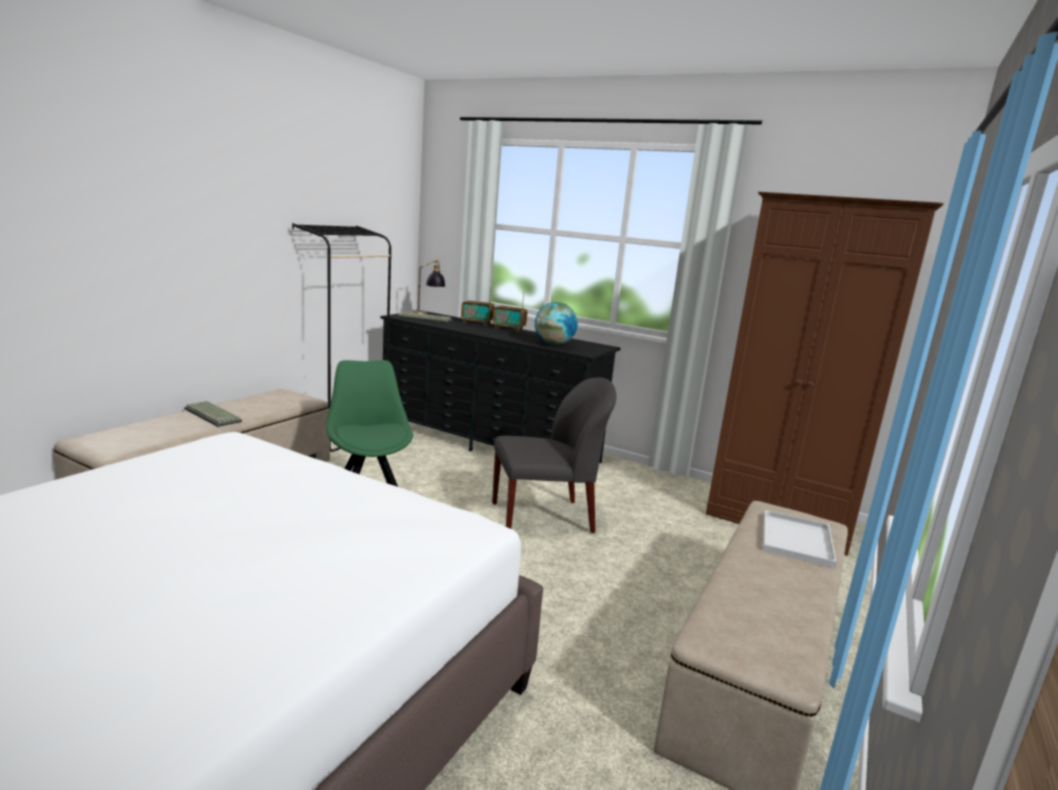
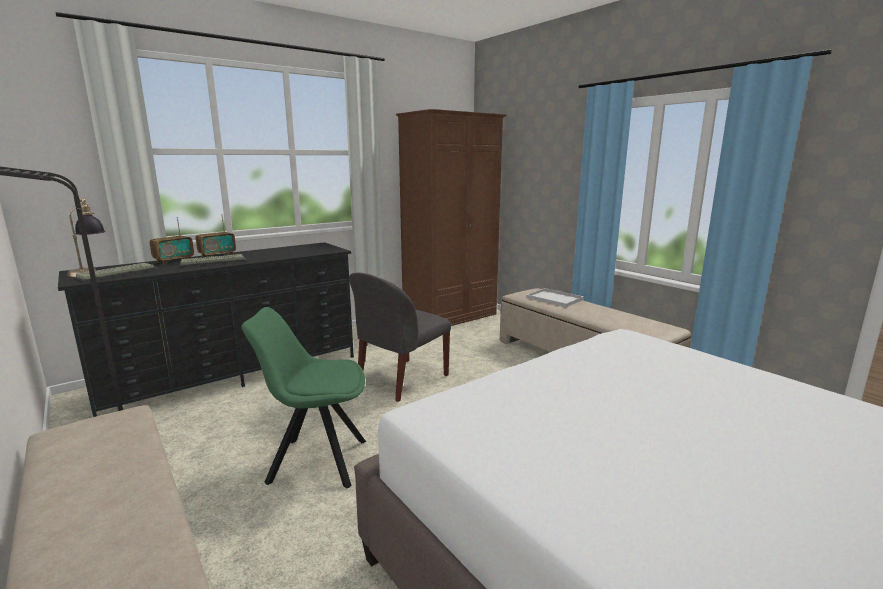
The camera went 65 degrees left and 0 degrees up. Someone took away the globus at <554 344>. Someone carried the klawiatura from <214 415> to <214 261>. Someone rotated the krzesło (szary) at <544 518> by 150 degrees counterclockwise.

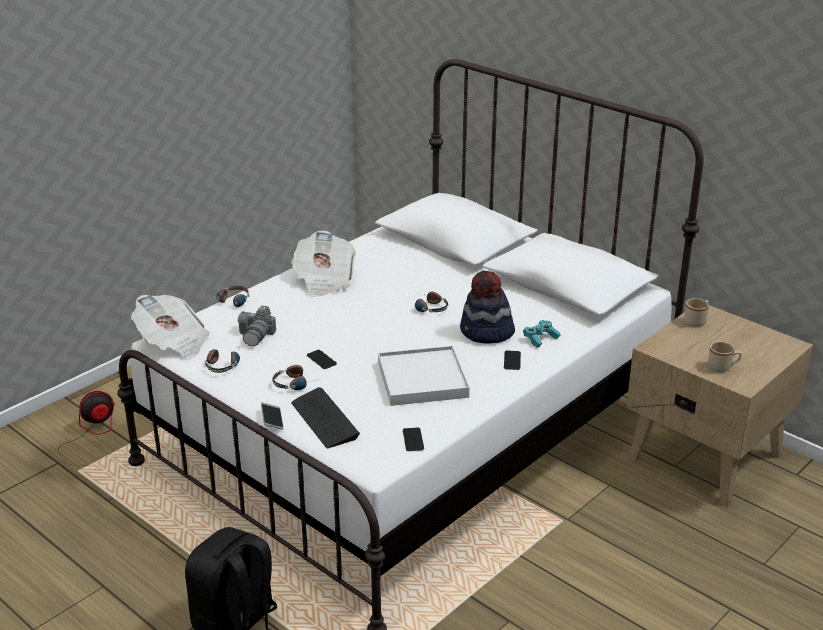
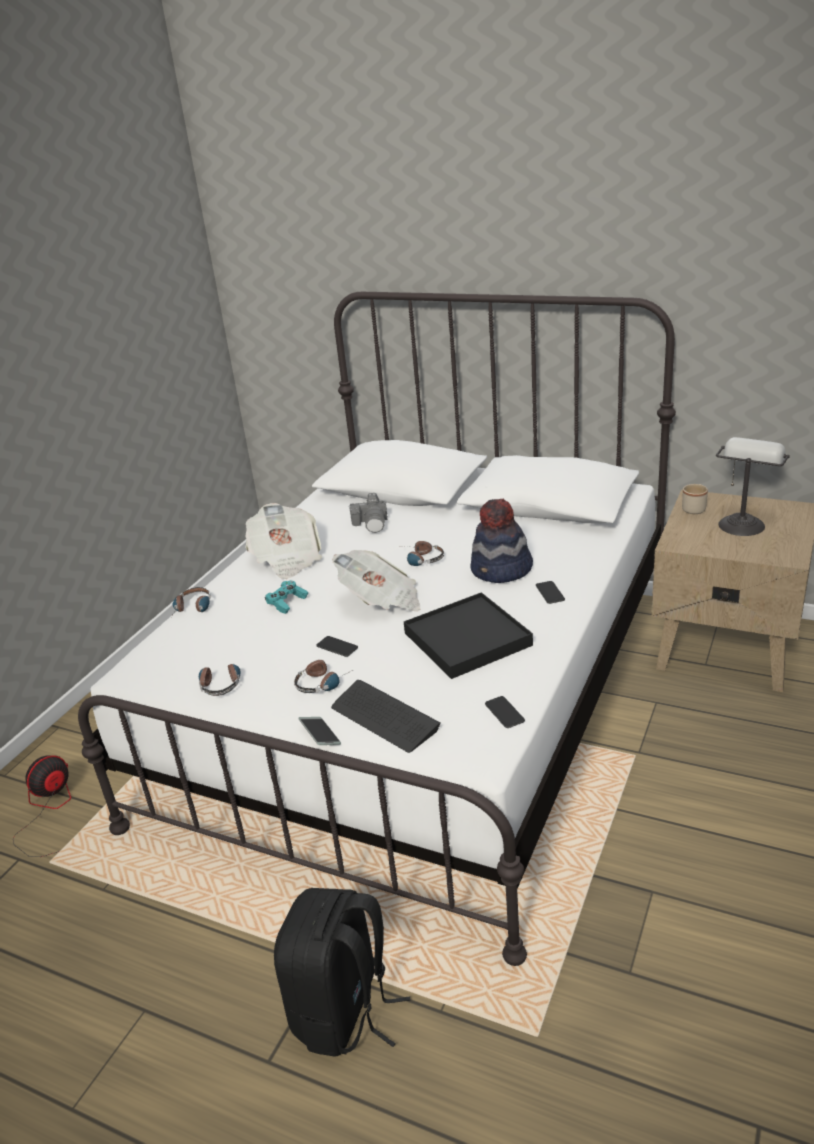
The camera went 15 degrees left and 0 degrees up. Someone took away the kubek (beżowy) at <723 367>. Someone put down the lampa stołowa at <743 521>. Someone carried the gazeta from <173 342> to <381 601>. Someone carried the aparat fotograficzny from <257 335> to <372 523>. Someone carried the pad do gier (turkusowy) from <540 339> to <287 603>. Someone repainted the taca (biały) at <422 380>, which became the taca (czarny) at <468 639>.

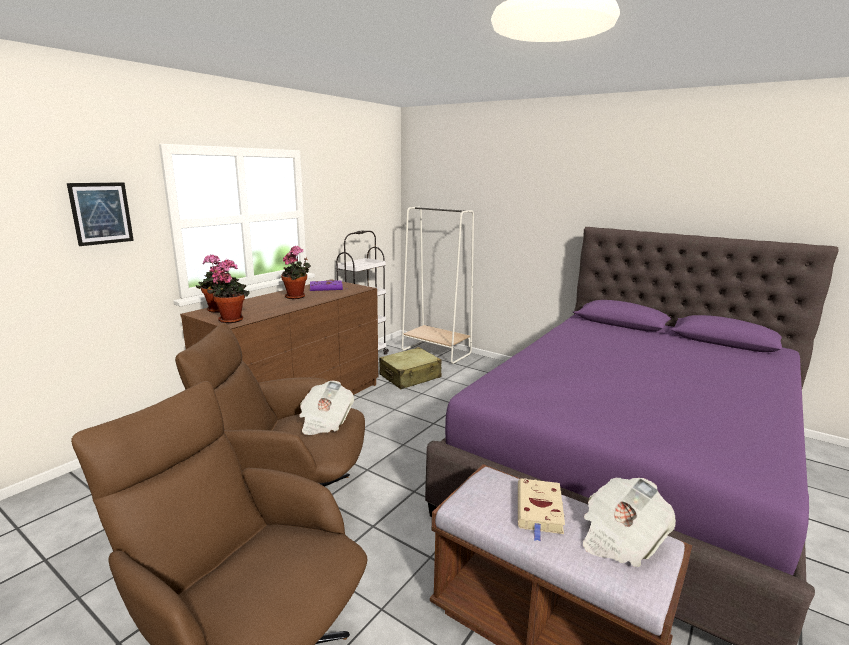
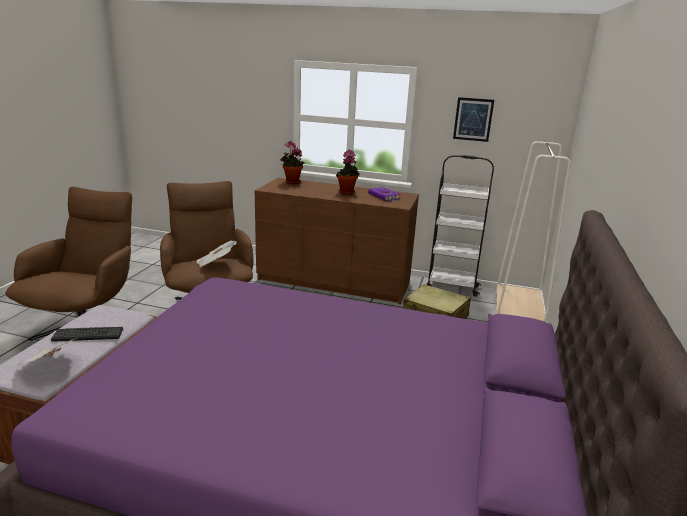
The camera went 70 degrees right and 5 degrees up. Someone took away the roślina doniczkowa at <232 319>. Someone carried the obraz from <101 213> to <473 119>. Someone swapped the książka (beżowy) at <540 511> for the klawiatura at <88 334>.

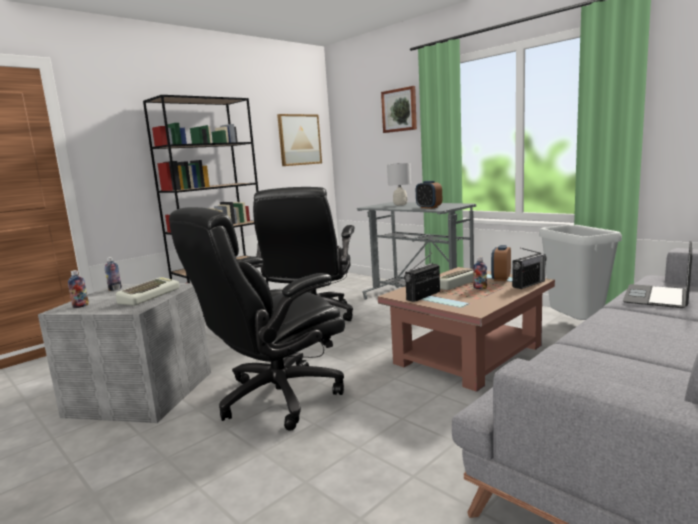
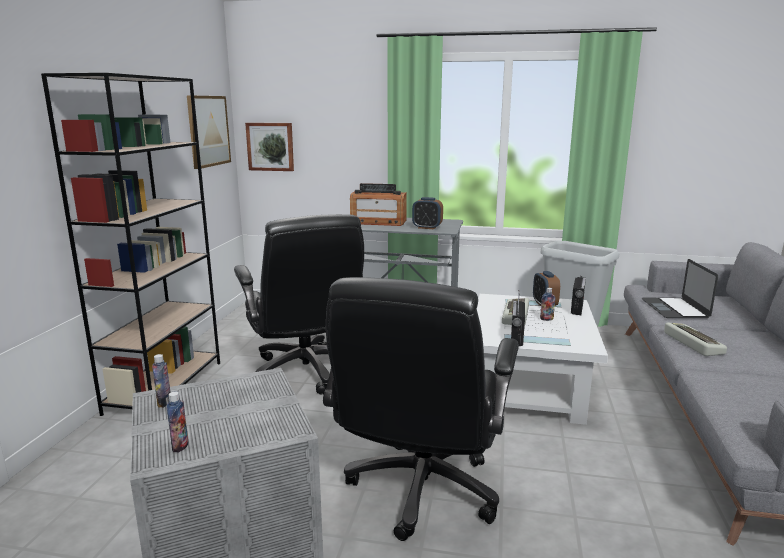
The camera went 35 degrees left and 5 degrees up. Someone carried the klawiatura from <149 296> to <691 343>. Someone carried the obraz from <399 110> to <270 146>. Someone swapped the lampa stołowa (szary) at <401 205> for the radio at <378 222>. Someone repainted the ława (brązowy) at <468 354>, which became the ława (biały) at <529 386>.

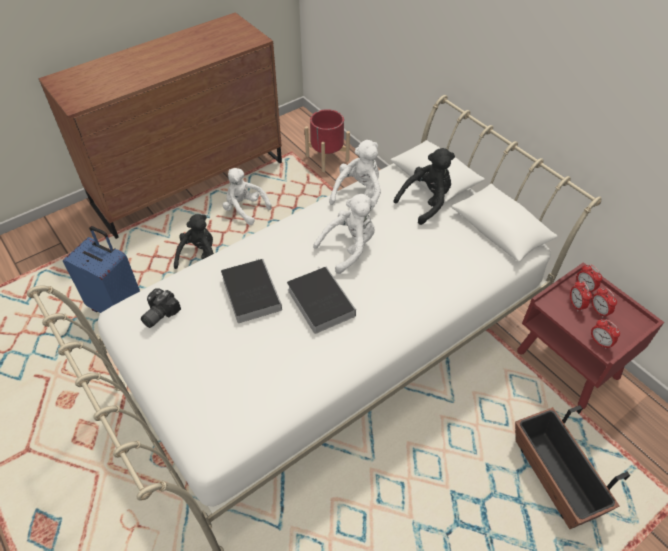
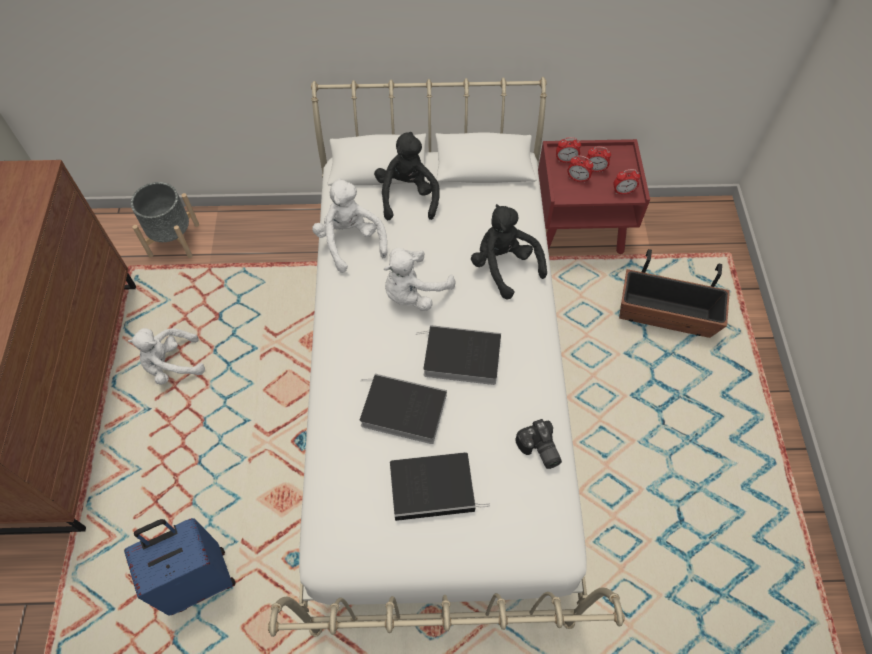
The camera went 55 degrees left and 10 degrees up. Someone put down the książka at <434 487>. Someone carried the aparat fotograficzny from <158 314> to <538 450>. Someone carried the pluszak (czarny) from <199 257> to <504 266>. Someone repainted the donica (czerwony) at <327 158>, which became the donica (szary) at <173 240>. Someone rotated the pluszak (biały) at <349 248> by 135 degrees counterclockwise.

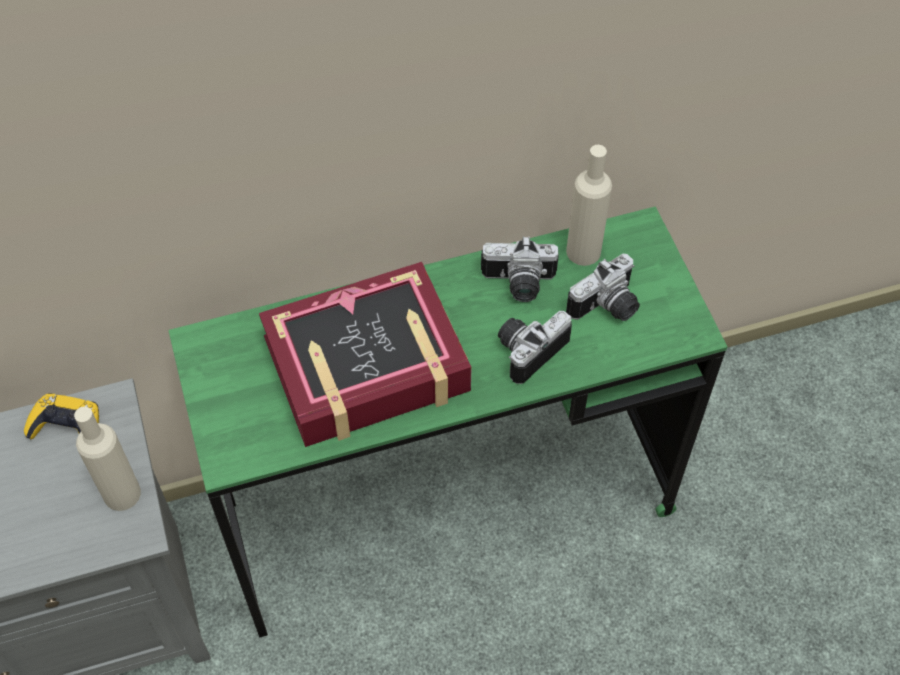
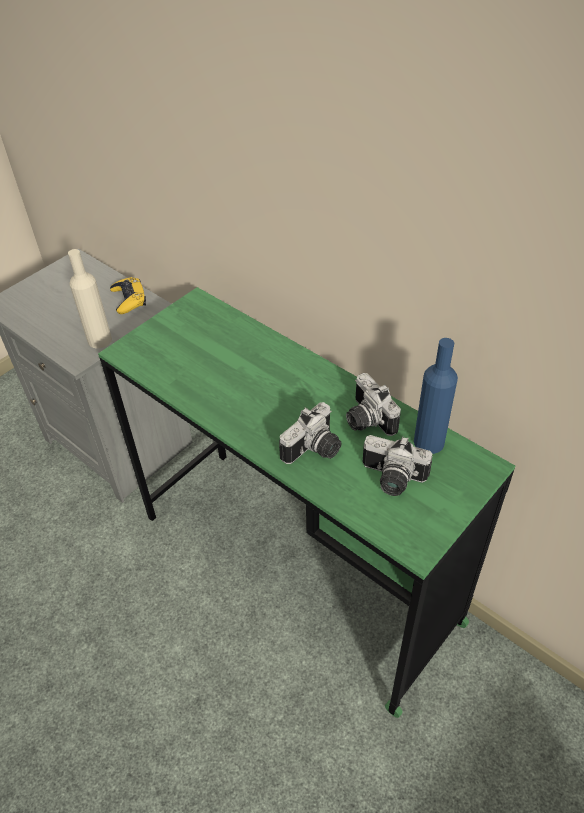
The camera went 60 degrees right and 10 degrees down. Someone took away the książka at <367 366>. Someone repainted the butelka (beżowy) at <583 251>, which became the butelka (niebieski) at <429 442>. Someone rotated the aparat fotograficzny at <527 349> by 120 degrees clockwise.

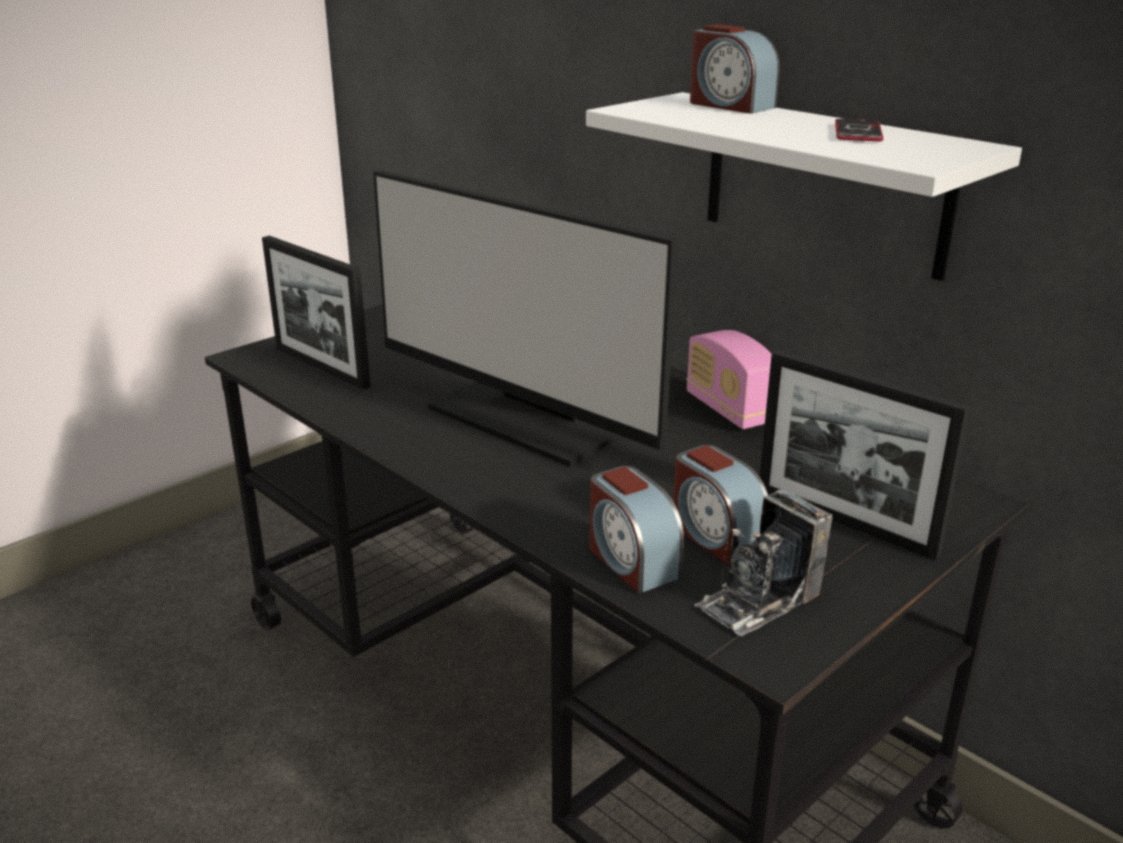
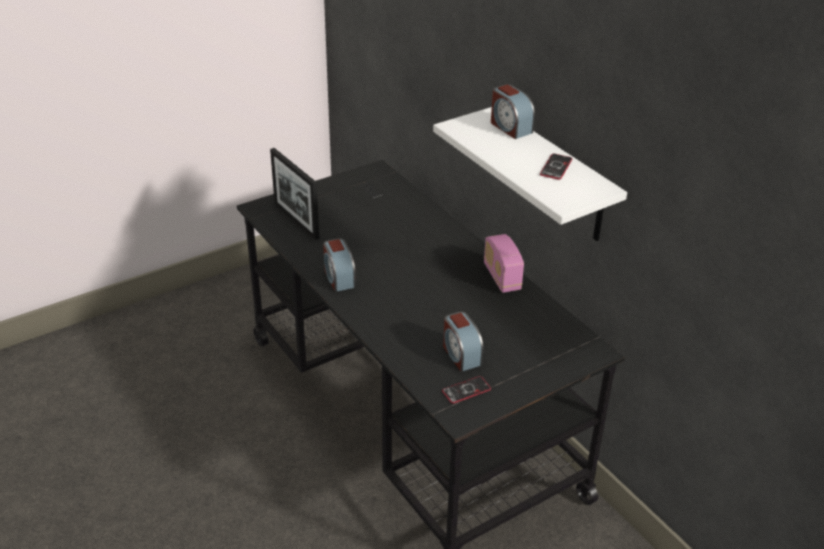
The camera went 10 degrees right and 10 degrees up. Someone took away the monitor at <530 418>. Someone took away the ramka na zdjęcie at <844 521>. Someone carried the budzik from <631 561> to <339 278>. Someone swapped the aparat fotograficzny at <759 599> for the telefon at <466 390>.

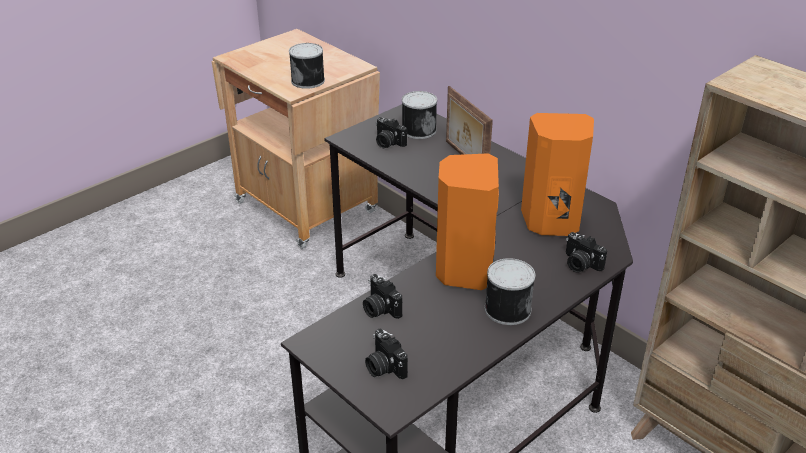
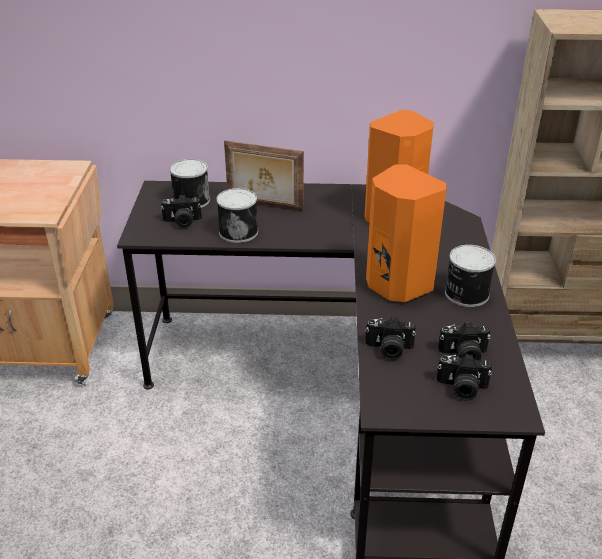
The camera went 45 degrees left and 0 degrees up. Someone carried the puszka from <309 80> to <239 231>. Someone carried the aparat fotograficzny from <580 264> to <463 355>.

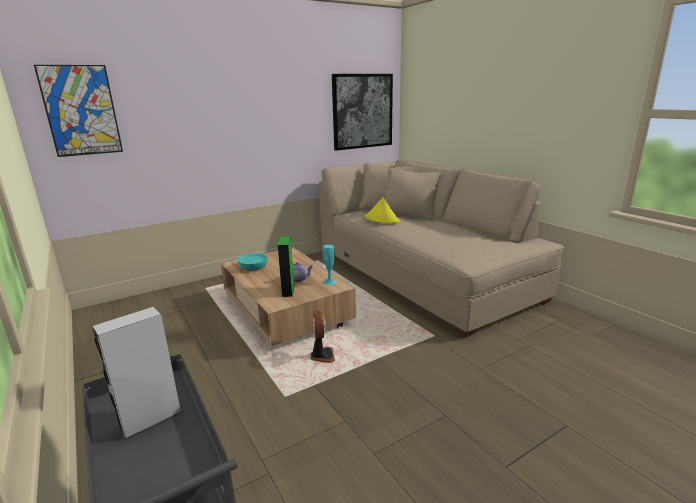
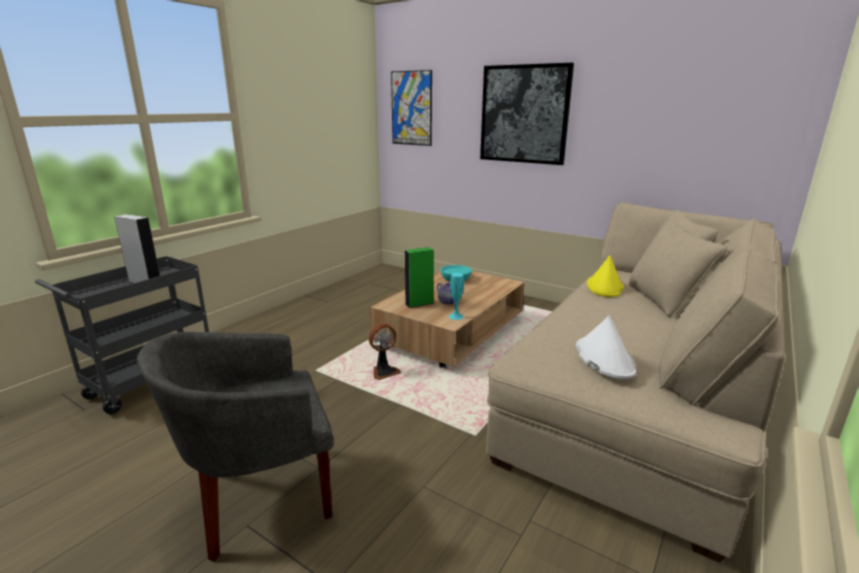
The camera went 65 degrees right and 0 degrees up. Someone put down the fotel (szary) at <259 497>. Someone put down the kapelusz (biały) at <604 358>. Someone carried the obraz from <362 111> to <524 114>.

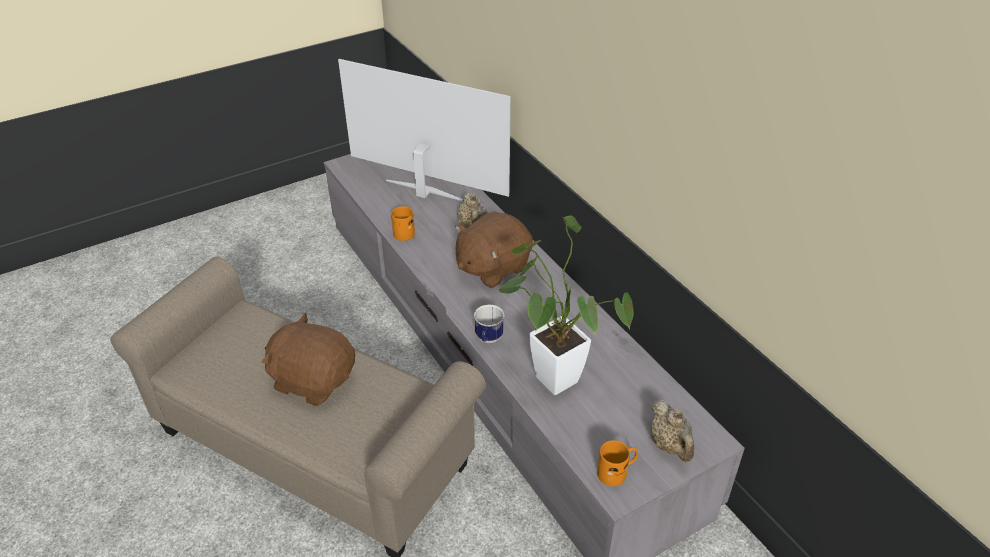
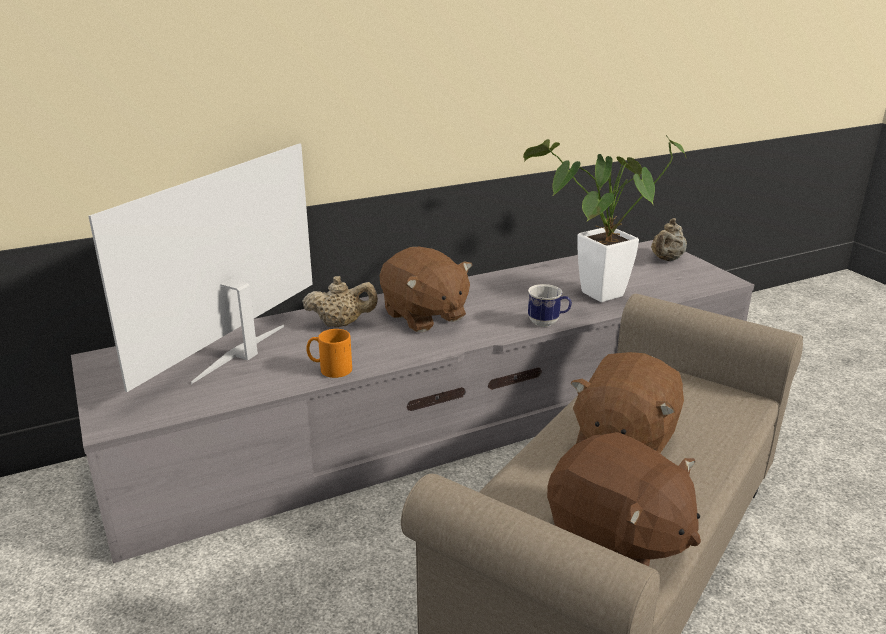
The camera went 85 degrees left and 15 degrees down. Someone took away the kubek (pomarańczowy) at <617 471>. Someone put down the pluszak (brązowy) at <617 539>. Someone rotated the imbryk (beżowy) at <670 445> by 135 degrees clockwise.

